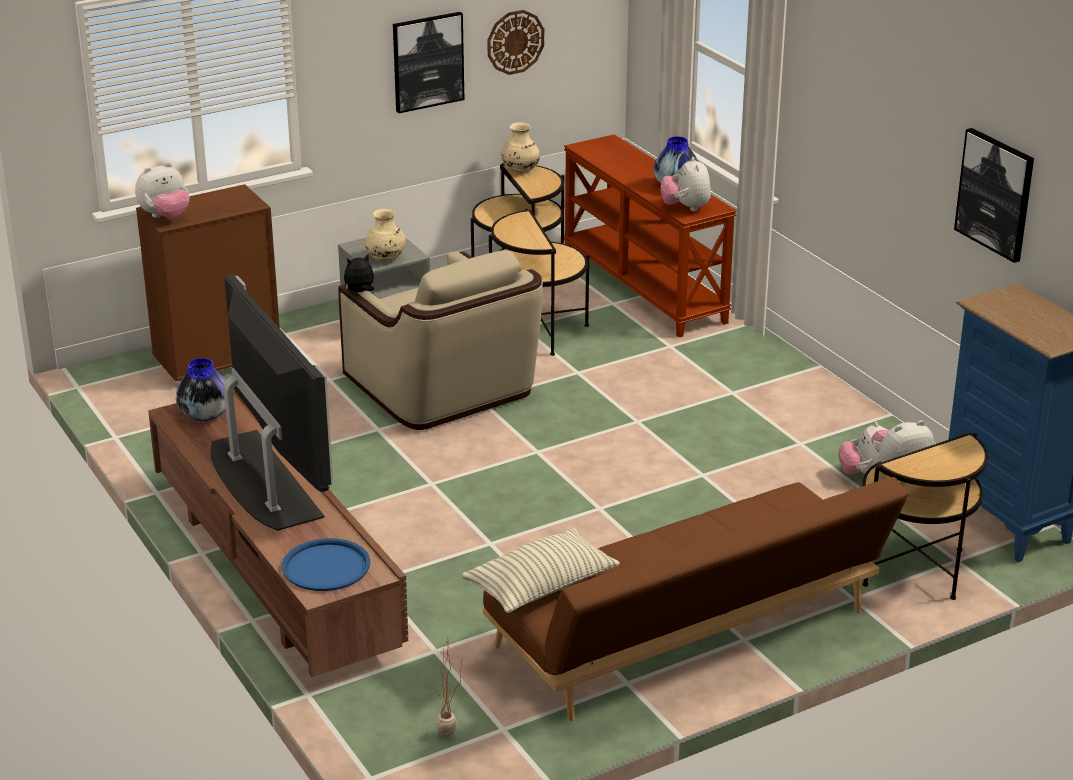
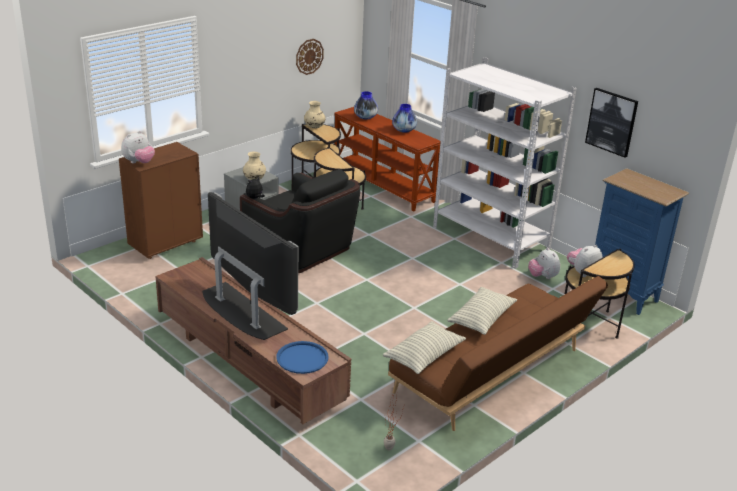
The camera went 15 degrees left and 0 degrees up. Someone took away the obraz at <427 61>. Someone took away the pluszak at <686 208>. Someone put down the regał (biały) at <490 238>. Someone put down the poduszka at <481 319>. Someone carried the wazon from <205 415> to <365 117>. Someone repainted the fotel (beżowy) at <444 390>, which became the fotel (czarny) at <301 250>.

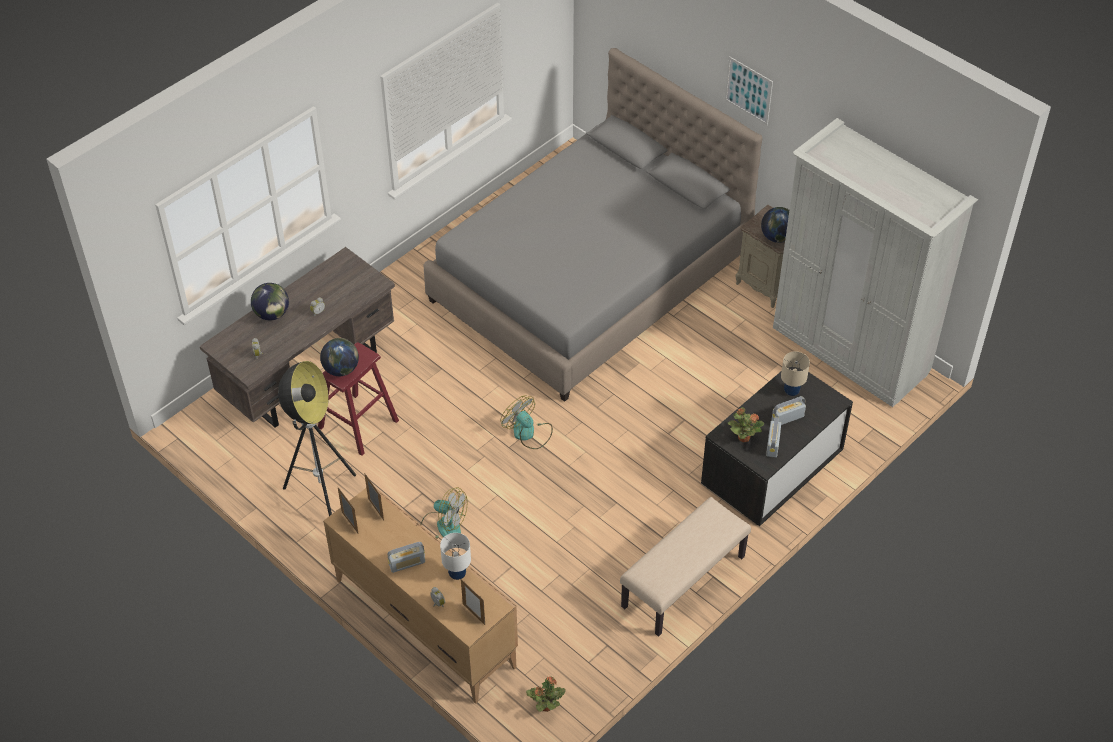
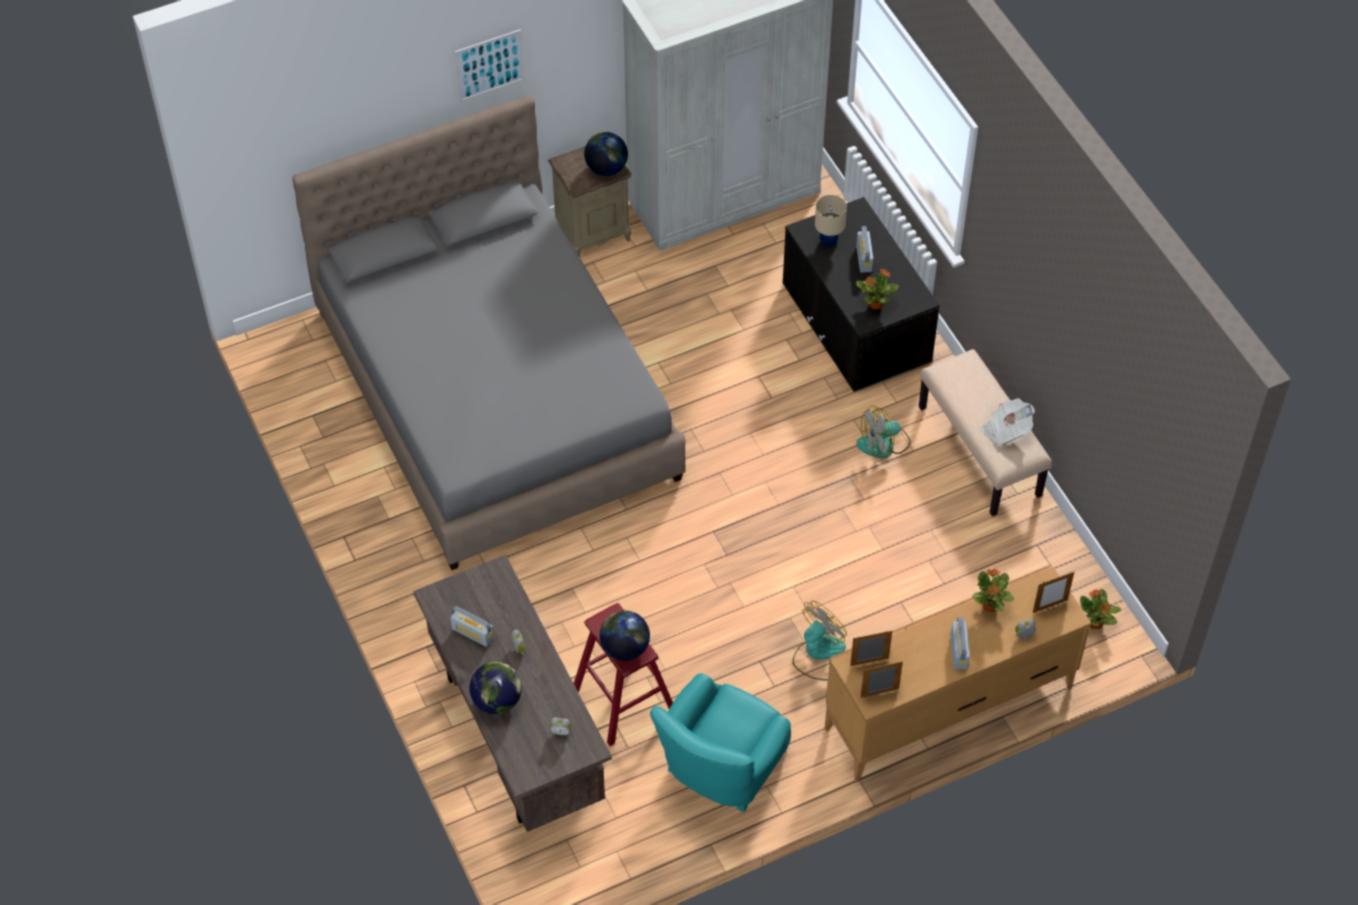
The camera went 70 degrees left and 5 degrees up. Someone put down the gazeta at <1006 430>. Someone carried the wentylator from <528 433> to <883 444>. Someone carried the radio from <772 444> to <473 633>. Someone swapped the lampa stojąca at <321 496> for the fotel (turkusowy) at <721 768>. Someone swapped the lampa stołowa (biały) at <457 573> for the roślina doniczkowa at <989 606>.

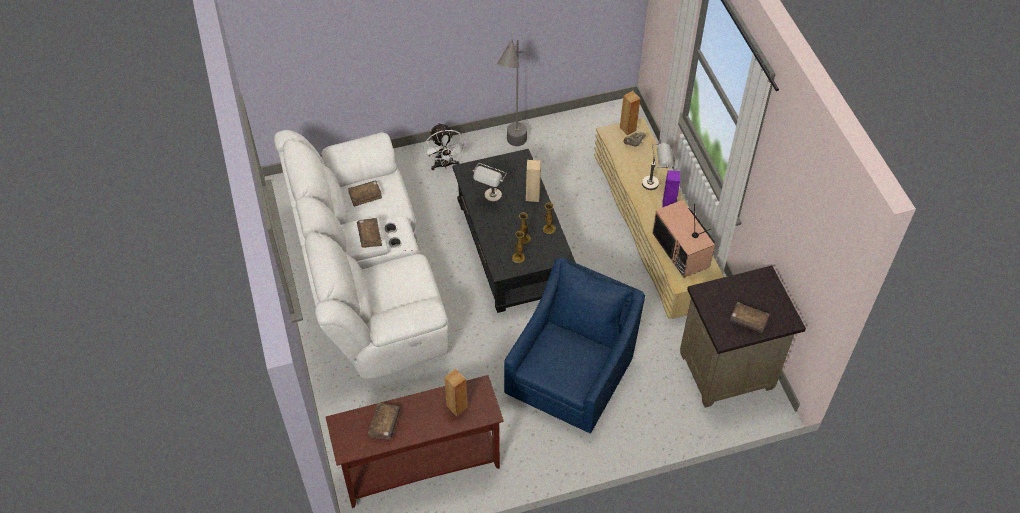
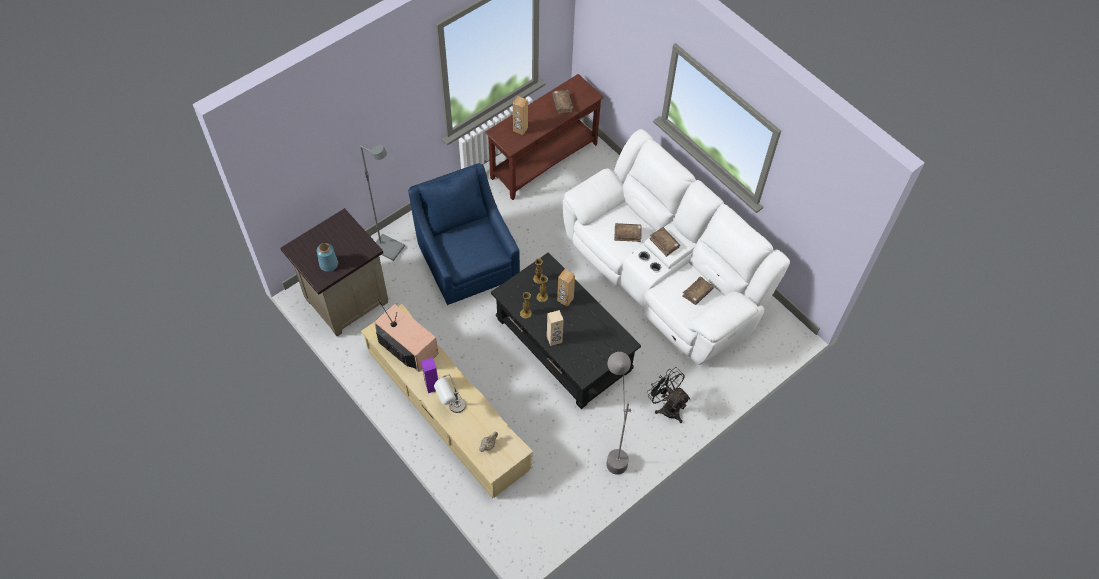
The camera went 155 degrees right and 5 degrees up. Someone took away the lampa stołowa (szary) at <491 200>. Someone put down the wazon (niebieski) at <328 264>. Someone put down the lampa stojąca (szary) at <389 248>. Someone carried the głośnik (brązowy) from <628 129> to <565 299>. Someone carried the książka (brązowy) from <748 320> to <627 234>. Someone repainted the wentylator (biały) at <445 165>, which became the wentylator (czarny) at <667 407>. Someone rotated the fotel (niebieski) at <572 373> by 150 degrees clockwise.

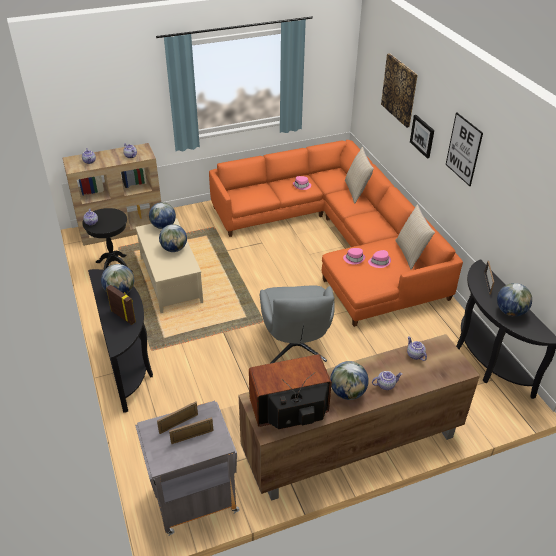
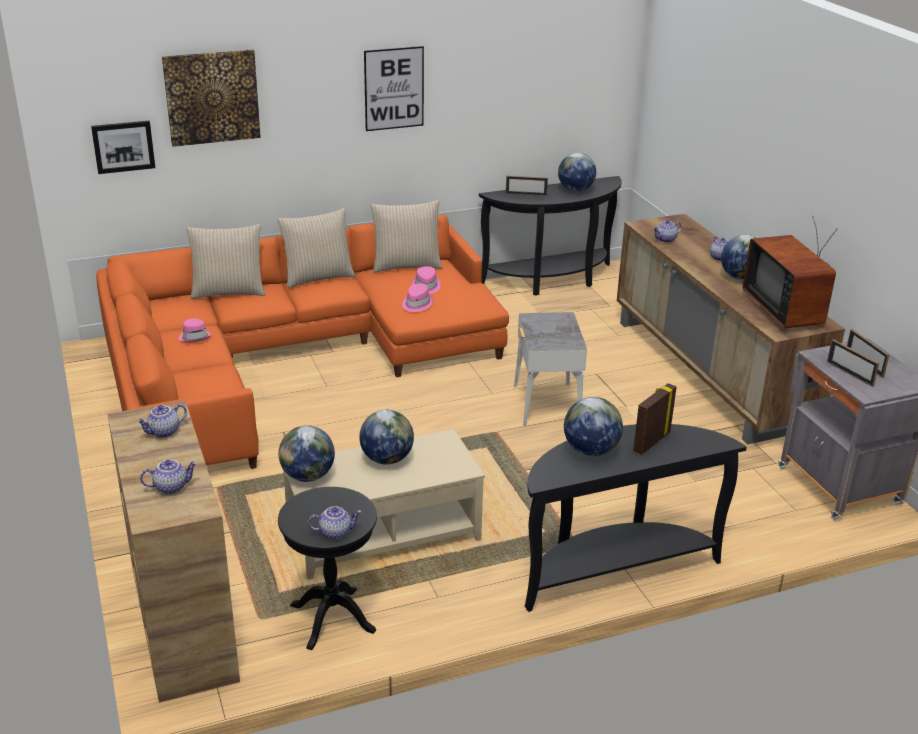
The camera went 90 degrees left and 10 degrees down. Someone put down the poduszka (beżowy) at <318 277>. Someone carried the obraz from <422 136> to <123 146>. Someone swapped the fotel (szary) at <295 345> for the stolik at <546 405>.

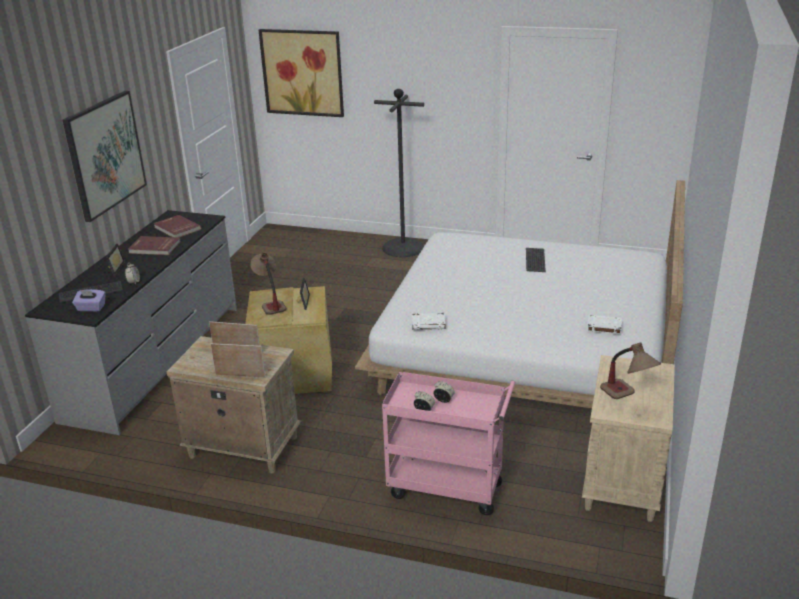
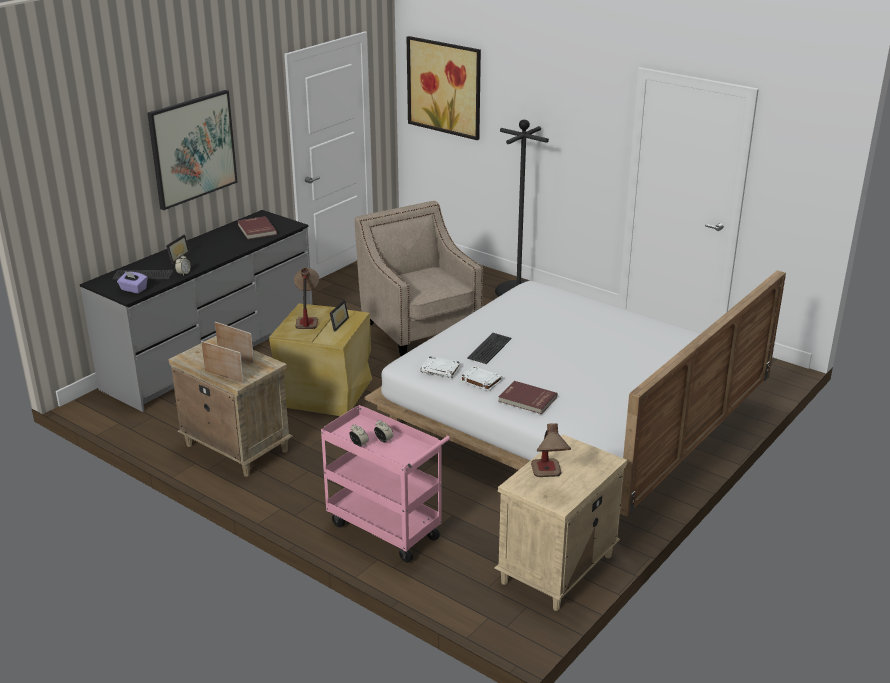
The camera went 20 degrees right and 0 degrees up. Someone put down the fotel (beżowy) at <420 329>. Someone carried the książka (czerwony) from <154 248> to <527 399>. Someone carried the klawiatura from <535 260> to <490 349>. Someone carried the książka (biały) from <603 327> to <480 380>.

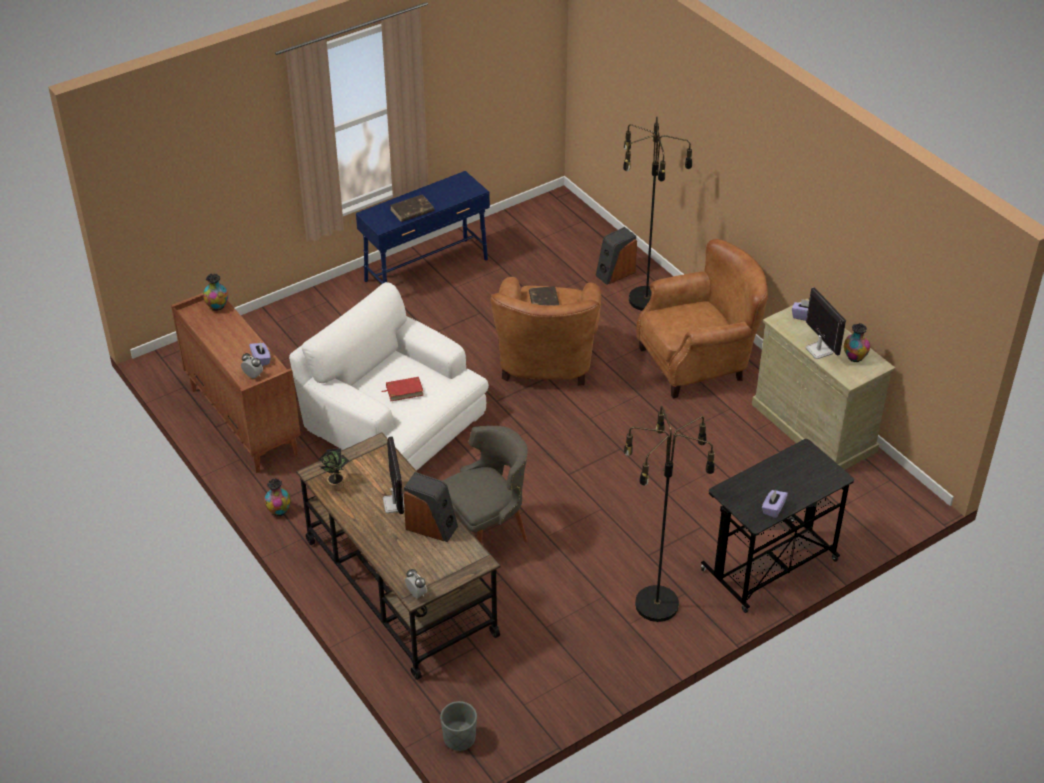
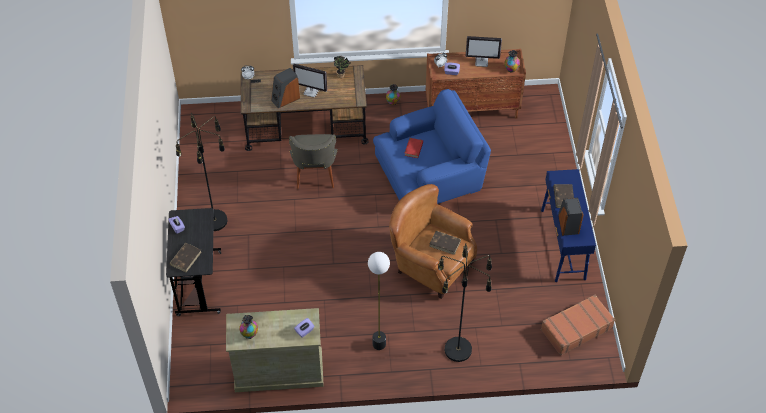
The camera went 120 degrees right and 10 degrees up. Someone took away the donica (szary) at <459 738>. Someone put down the książka (brązowy) at <186 258>. Someone put down the walizka (brązowy) at <576 328>. Someone carried the głośnik from <615 273> to <567 224>. Someone carried the monitor from <818 350> to <482 62>. Someone swapped the fotel (brązowy) at <698 362> for the lampa stojąca at <379 344>. Someone repainted the fotel (biały) at <393 420>, which became the fotel (niebieski) at <430 172>.

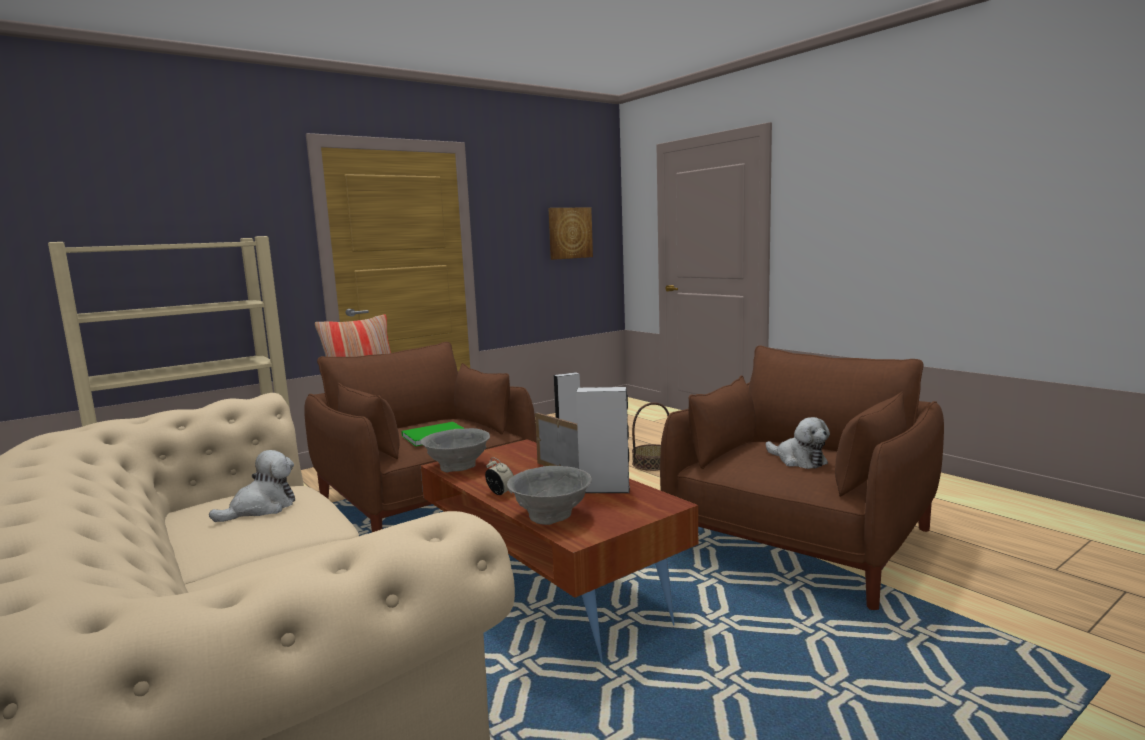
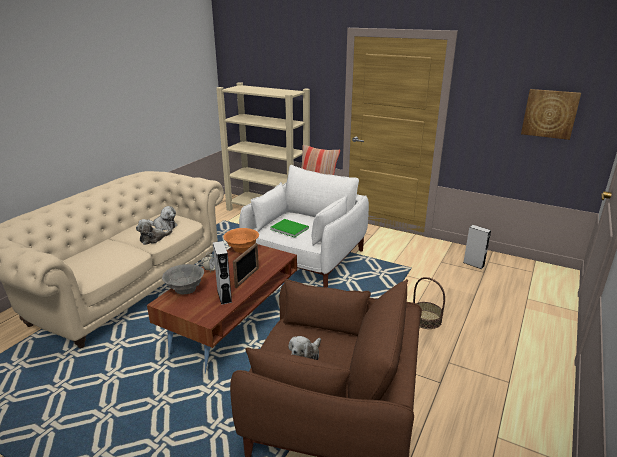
The camera went 65 degrees right and 15 degrees up. Someone put down the pluszak at <153 239>. Someone repainted the fotel (brązowy) at <425 501>, which became the fotel (biały) at <306 258>. Someone repainted the miska (szary) at <458 467>, which became the miska (pomarańczowy) at <242 249>.

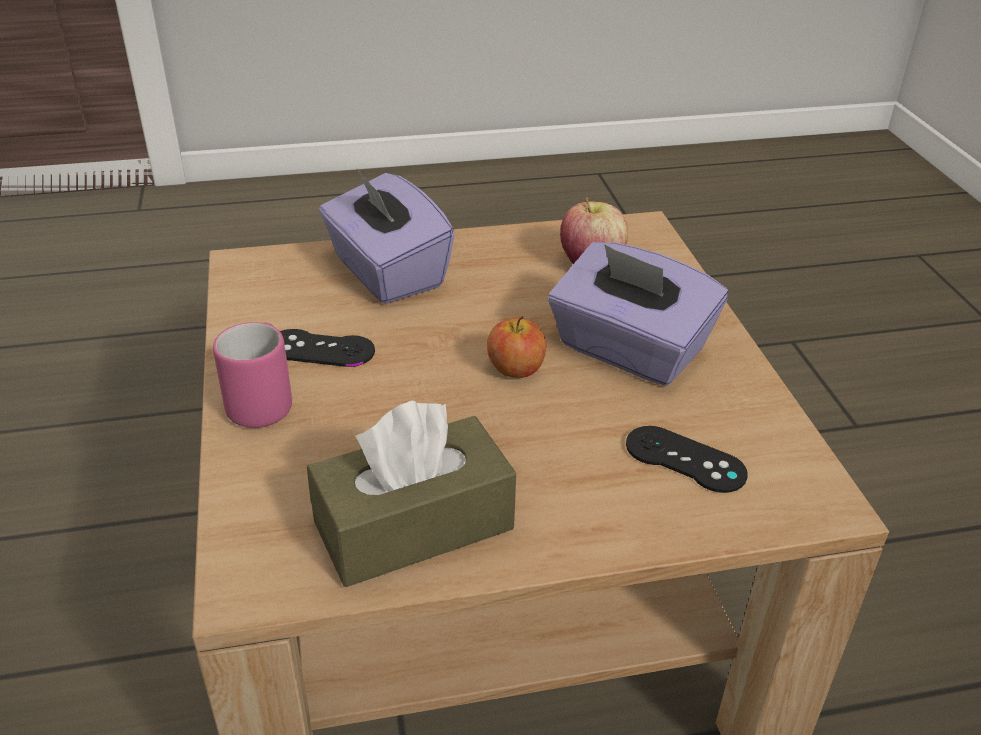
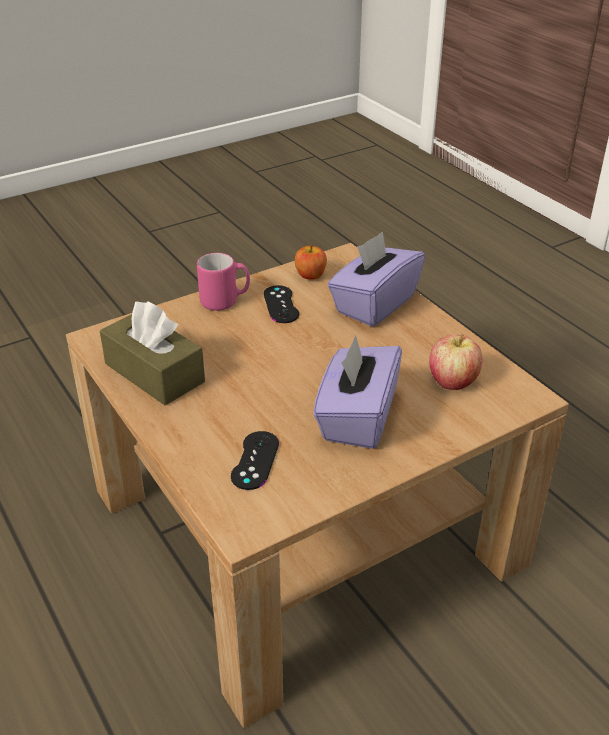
The camera went 70 degrees right and 0 degrees up. Someone carried the jabłko from <515 369> to <310 275>.

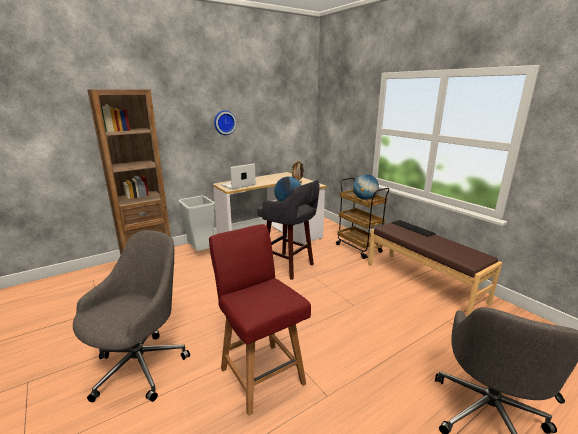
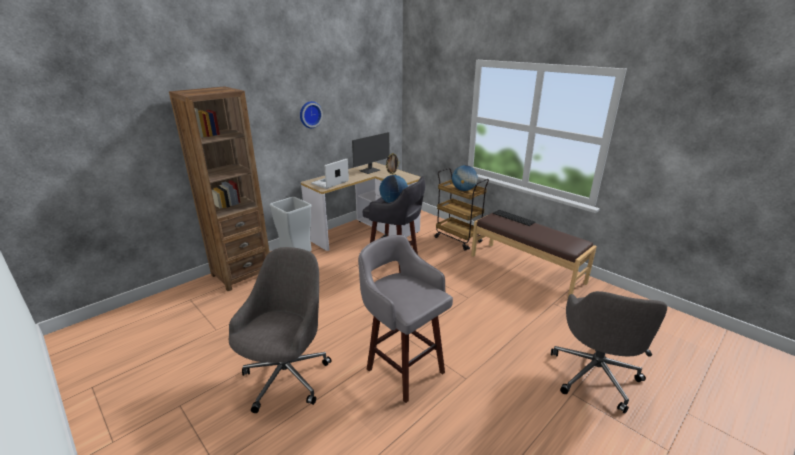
The camera went 10 degrees left and 5 degrees up. Someone put down the monitor at <370 170>. Someone swapped the krzesło (czerwony) at <261 374> for the stołek (szary) at <403 369>.

